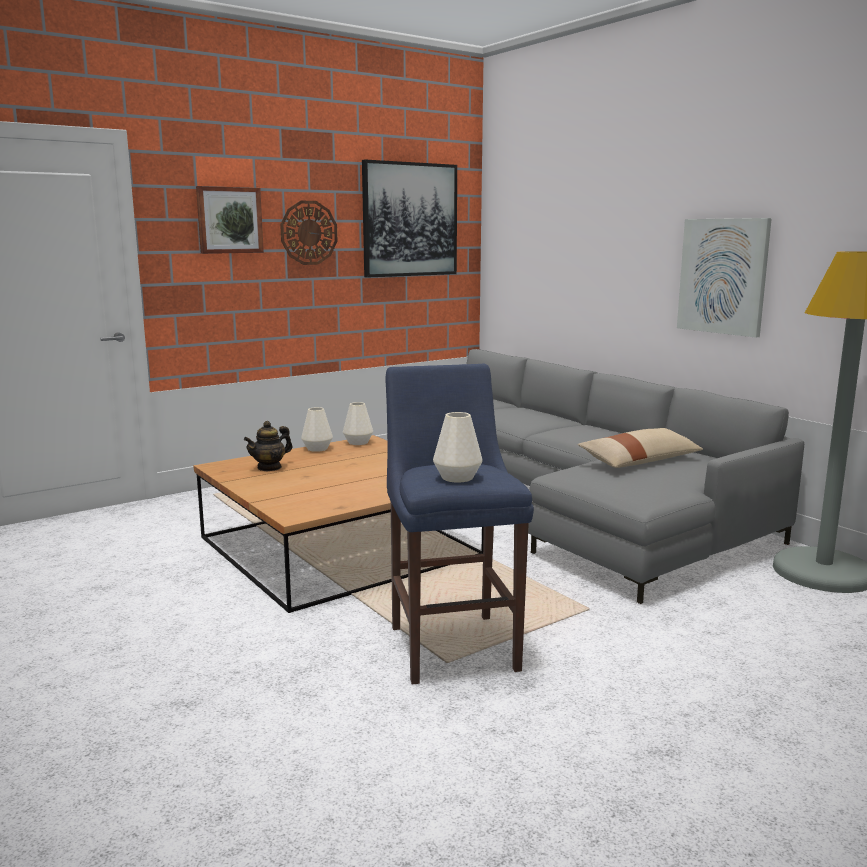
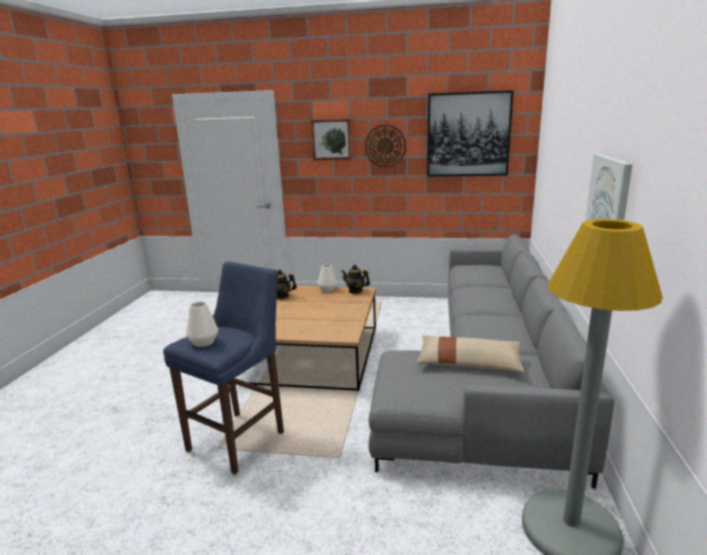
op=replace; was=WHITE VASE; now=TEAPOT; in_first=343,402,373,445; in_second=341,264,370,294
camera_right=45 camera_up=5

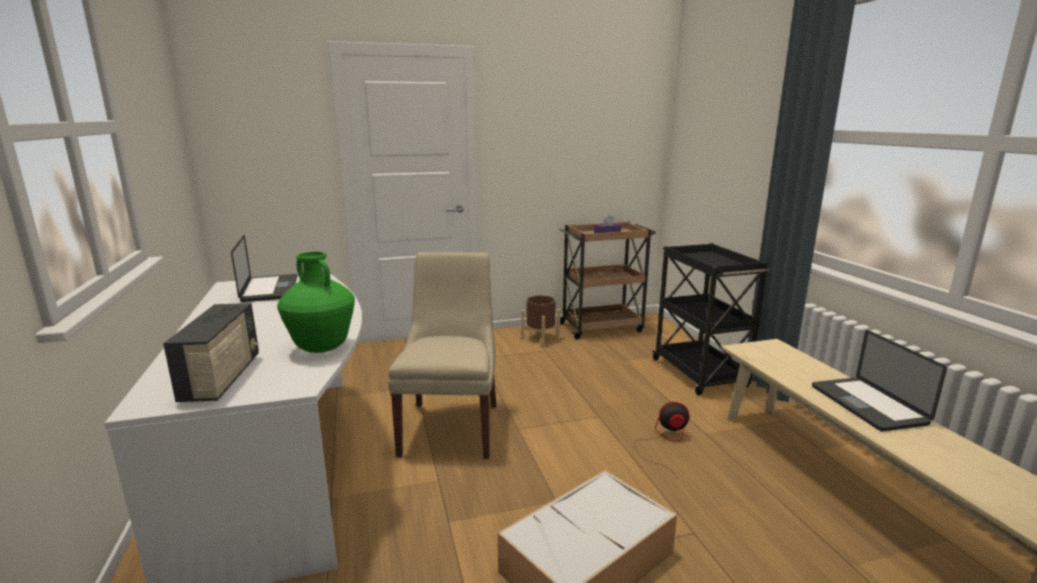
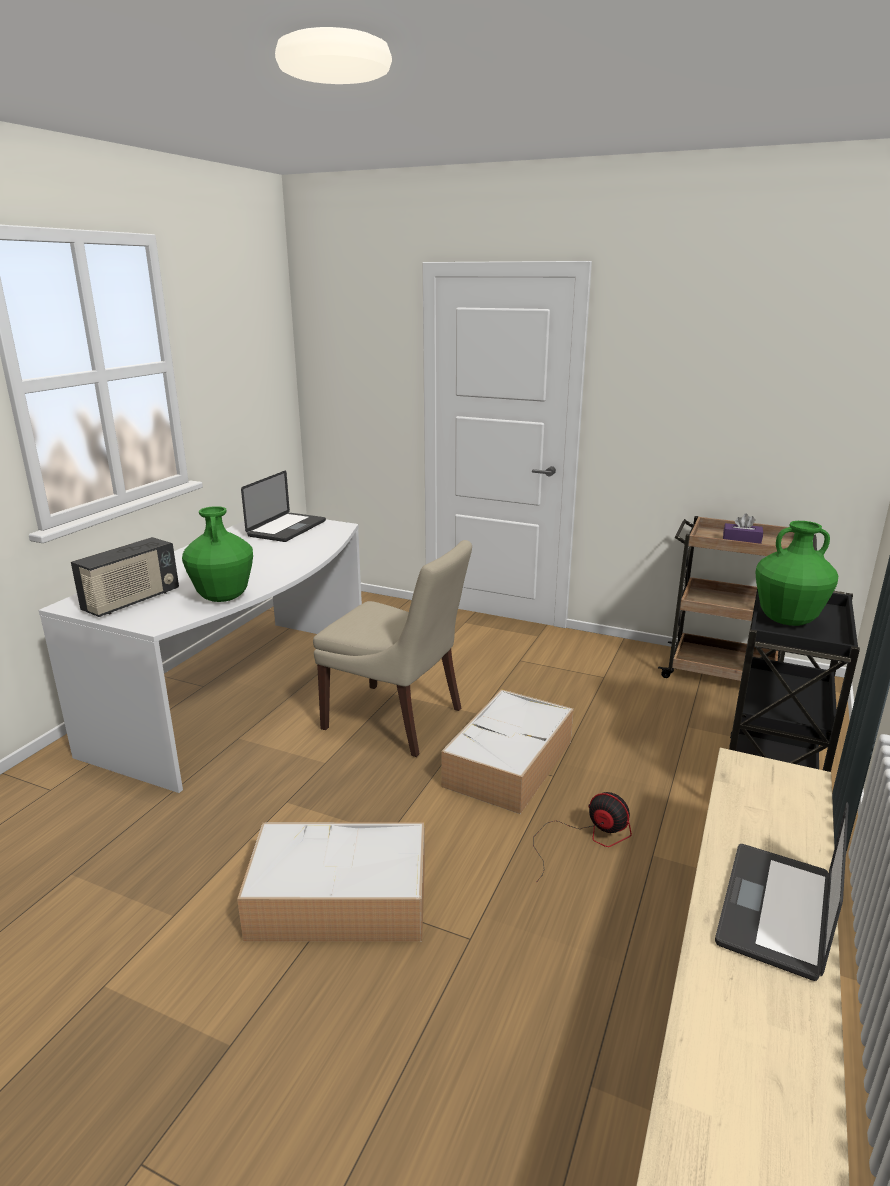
op=delete; was=BROWN PLANTER; in_first=521,295,561,346
op=insert; now=STORAGE BOX; in_second=441,689,573,814
op=insert; now=GREEN VASE; in_second=755,521,838,626
op=rotate; was=BEIGE CHAIR; in_first=388,252,497,459; in_second=313,540,472,757; clockwise=75
camera_right=40 camera_up=5

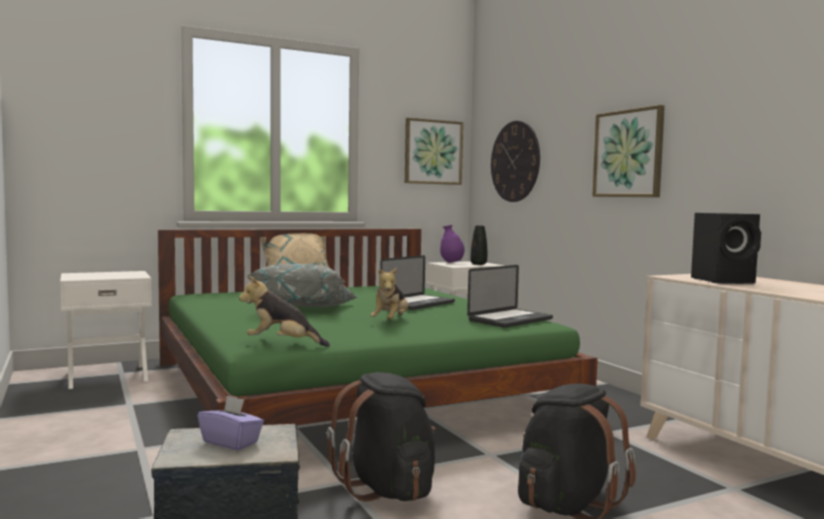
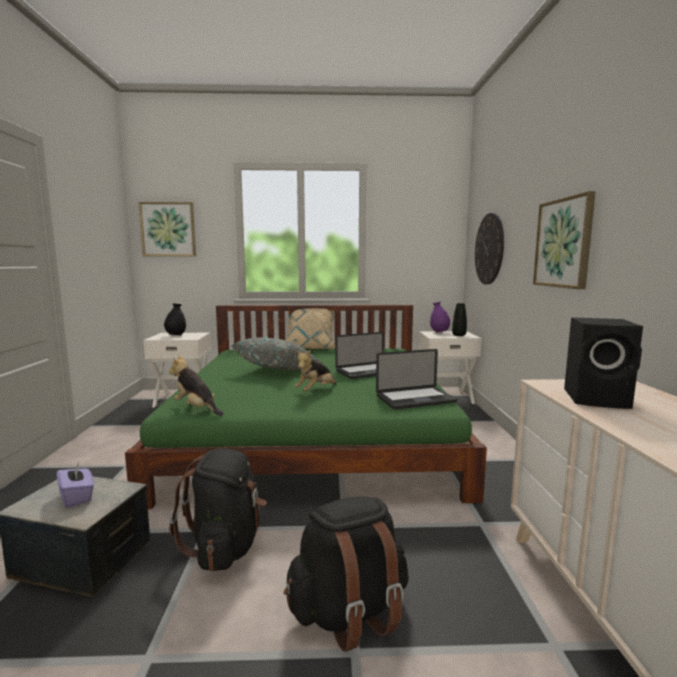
op=insert; now=BLACK VASE; in_second=164,304,186,335
op=move; was=PICTURE; in_first=405,118,463,185; in_second=138,202,196,256
camera_right=25 camera_up=5

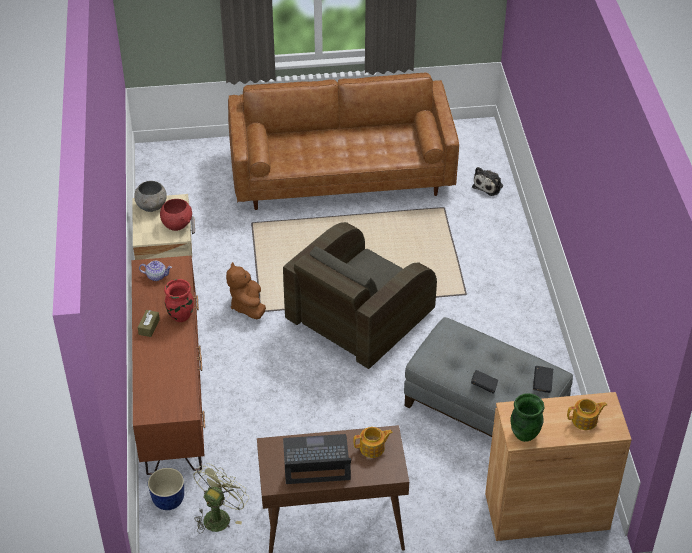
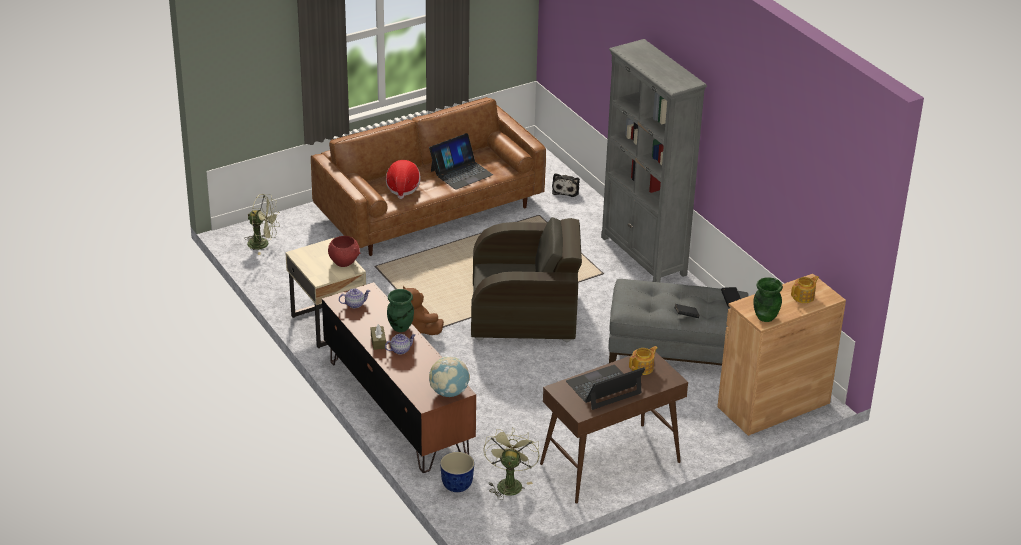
op=delete; was=GREY BOWL; in_first=134,181,167,212
op=insert; now=GREEN FAN; in_second=244,194,280,255
op=insert; now=TEAPOT; in_second=385,334,416,354
op=insert; now=HAT; in_second=386,160,421,199
op=insert; now=LAPTOP; in_second=429,133,493,190
op=insert; now=GLOBE; in_second=429,357,470,397
op=insert; now=GREY BOOKCASE; in_second=601,39,707,282
op=recolor; was=RED VASE; now=GREEN VASE; in_first=164,279,194,322; in_second=387,289,414,332
op=rotate; was=BROWN ARMCHAIR; in_first=283,222,437,369; in_second=471,217,582,342; clockwise=-105
camera_right=-25 camera_up=-10

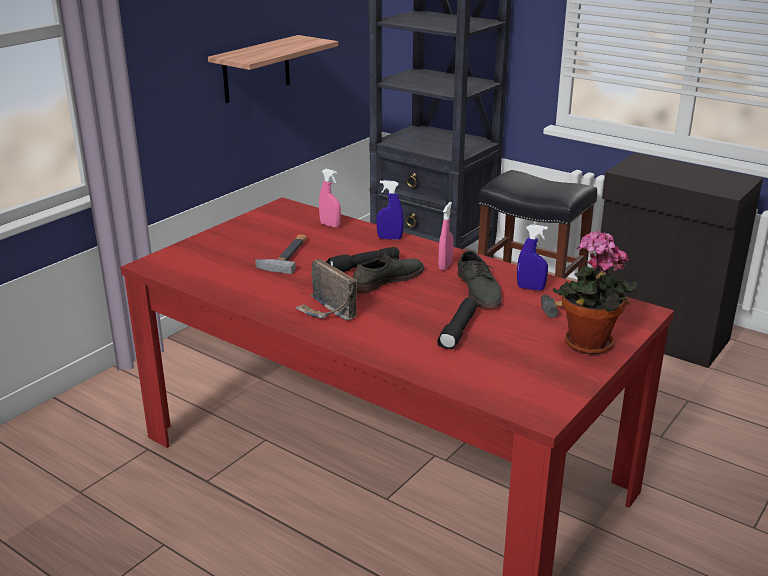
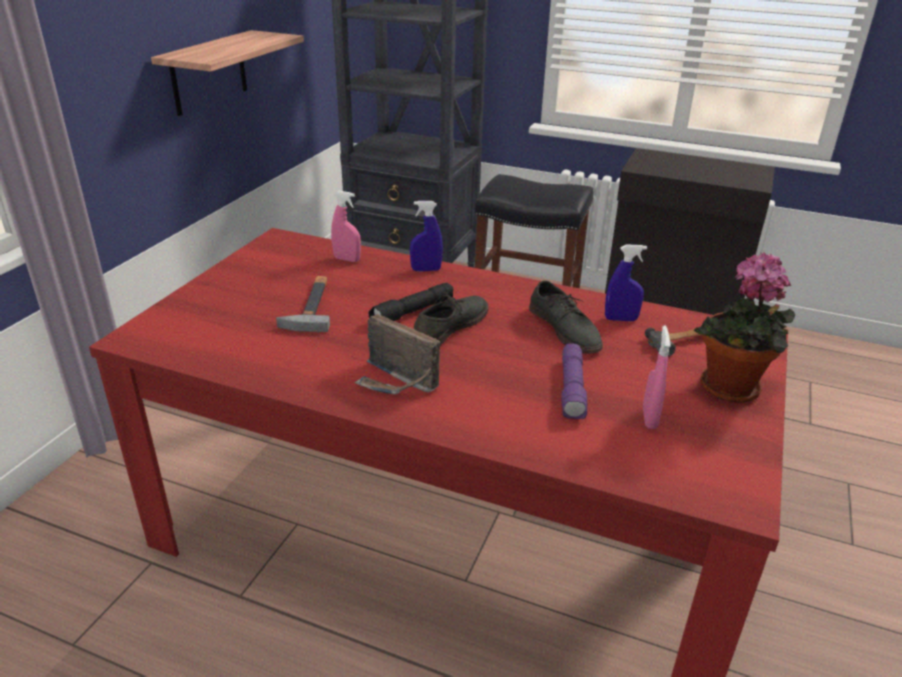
op=move; was=PINK SPRAY BOTTLE; in_first=438,202,453,270; in_second=643,326,670,429
op=recolor; was=BLACK FLASHLIGHT; now=PURPLE FLASHLIGHT; in_first=437,297,477,349; in_second=561,343,587,419
camera_right=-15 camera_up=5

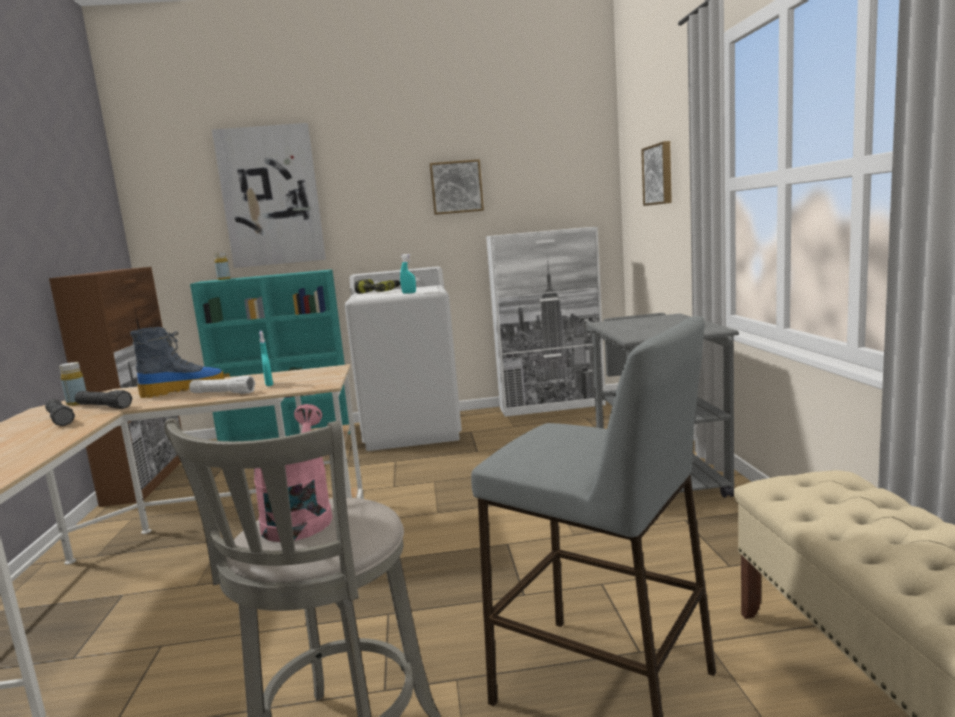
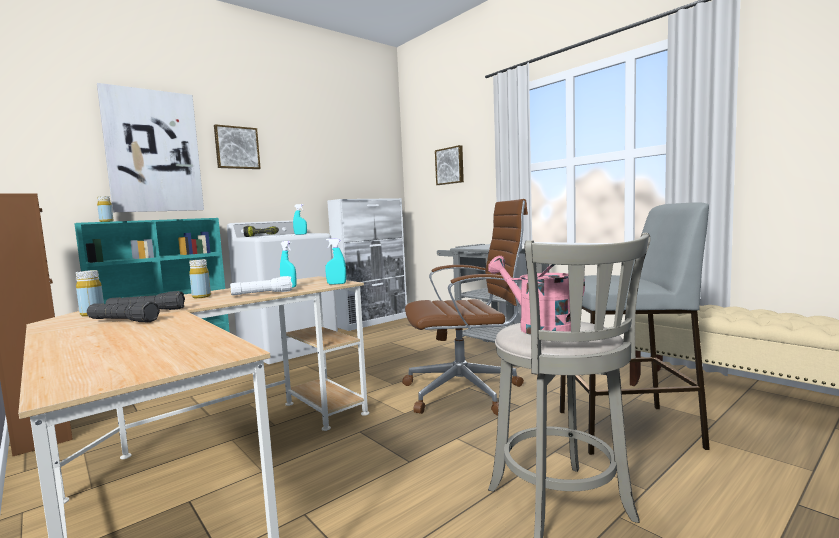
op=insert; now=TURQUOISE SPRAY BOTTLE; in_second=325,238,346,285
op=insert; now=BROWN OFFICE CHAIR; in_second=402,199,528,415
op=move; was=PICTURE; in_first=430,159,484,215; in_second=214,124,261,169
op=replace; was=BOOT; now=YELLOW BOTTLE; in_first=130,327,224,398; in_second=189,259,211,298
camera_right=-35 camera_up=-5

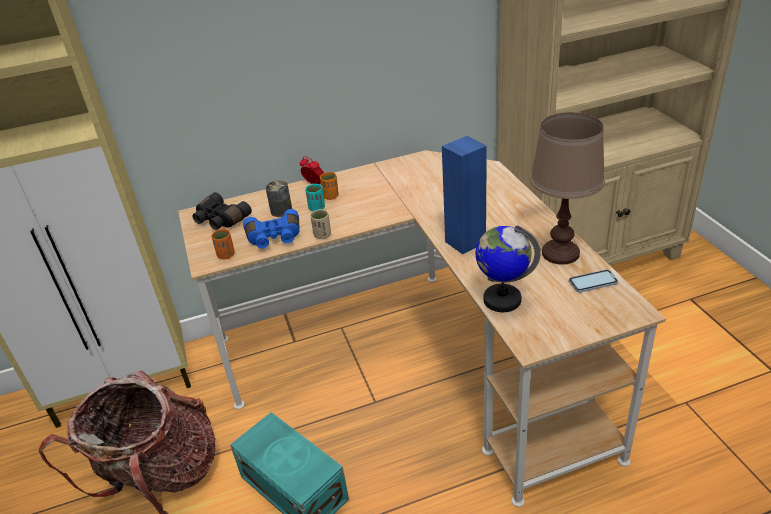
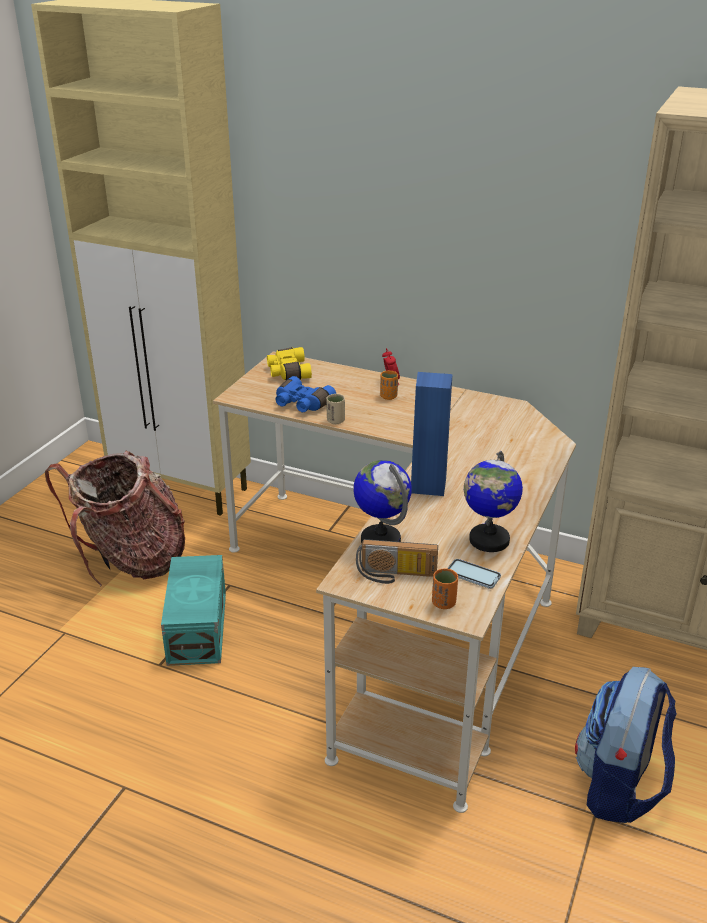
op=delete; was=CAN; in_first=265,180,292,217
op=delete; was=TURQUOISE CUP; in_first=305,184,325,211
op=insert; now=RADIO; in_second=356,539,438,584
op=insert; now=BACKPACK; in_second=575,667,677,823
op=move; was=ORANGE CUP; in_first=211,229,235,259; in_second=432,568,458,609
op=replace; was=BROWN TABLE LAMP; now=GLOBE; in_first=530,112,605,265; in_second=464,451,523,552
op=recolor; was=BLACK BINOCULARS; now=YELLOW BINOCULARS; in_first=192,192,252,230; in_second=267,347,312,380
camera_right=40 camera_up=-5

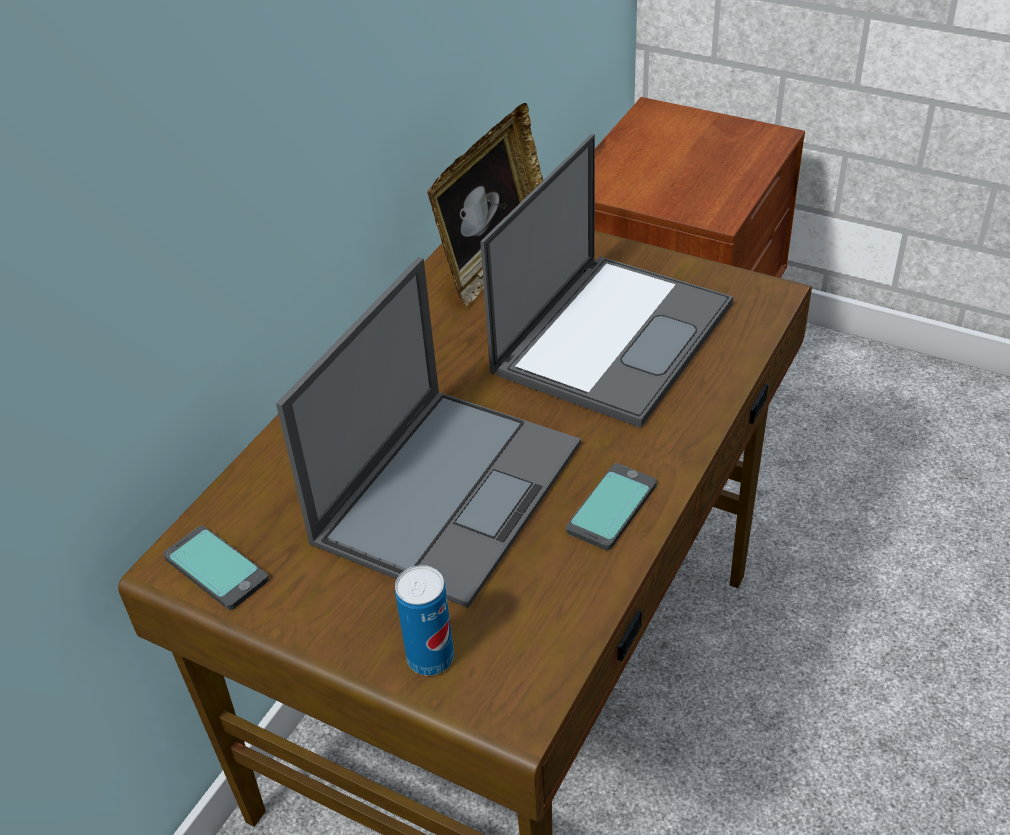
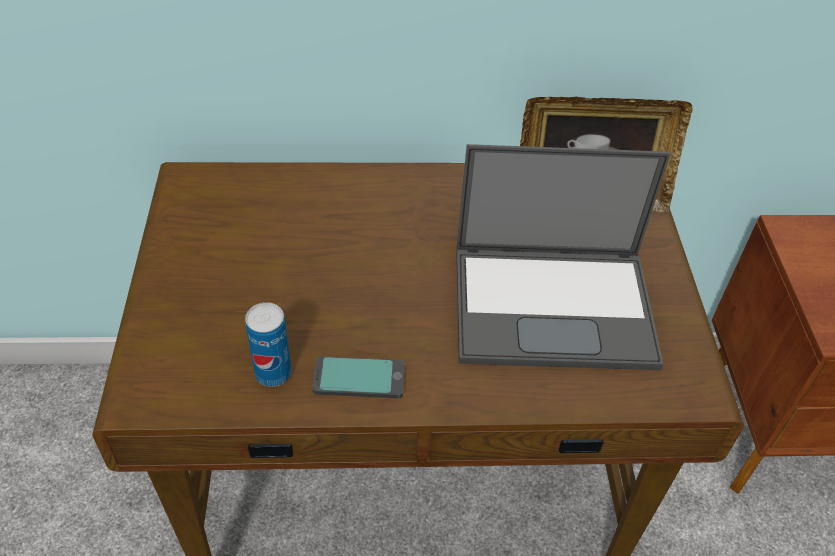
op=delete; was=PHONE; in_first=163,526,269,610
op=delete; was=LAPTOP; in_first=276,257,581,608
op=move; was=CAN; in_first=395,565,454,676; in_second=245,302,292,387
camera_right=55 camera_up=5

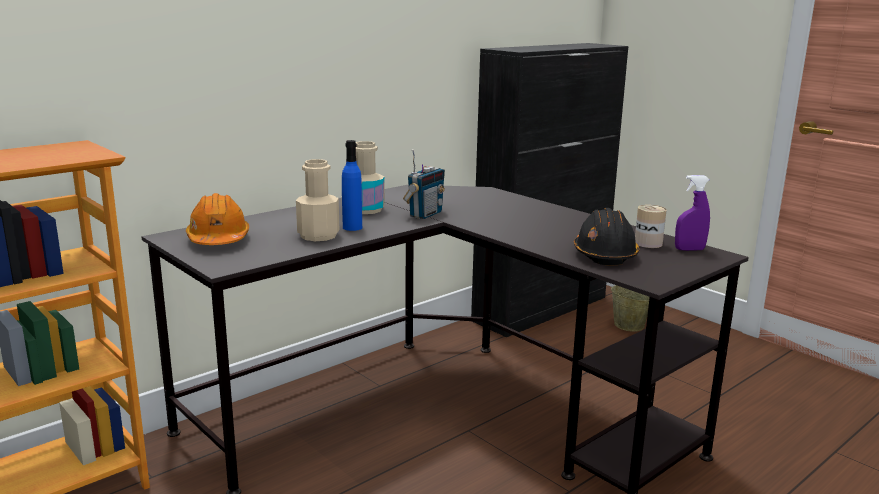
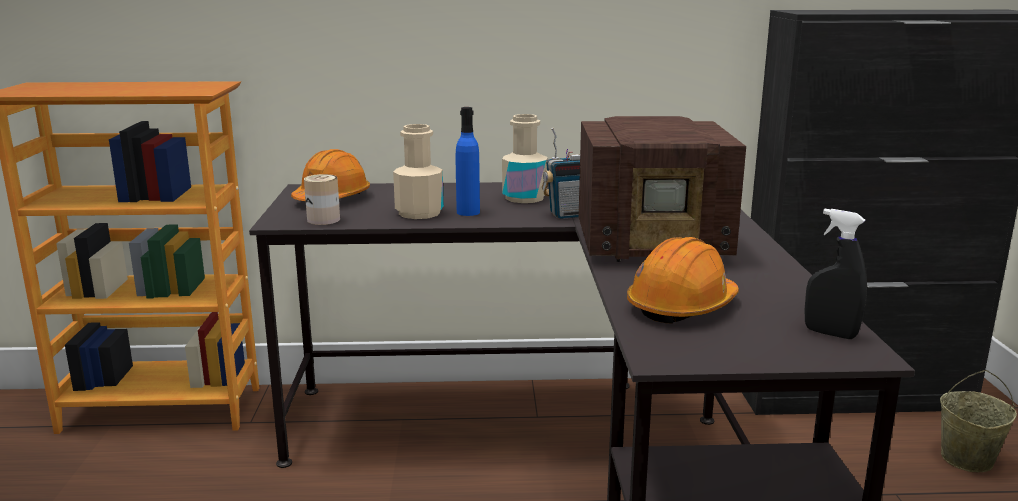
op=insert; now=RADIO; in_second=579,116,746,262
op=move; was=CAN; in_first=635,205,667,248; in_second=304,174,340,225
op=recolor; was=BLACK HARD HAT; now=ORANGE HARD HAT; in_first=574,208,639,266; in_second=627,237,739,324
op=recolor; was=PURPLE SPRAY BOTTLE; now=BLACK SPRAY BOTTLE; in_first=675,175,710,251; in_second=804,208,867,339
camera_right=40 camera_up=0

